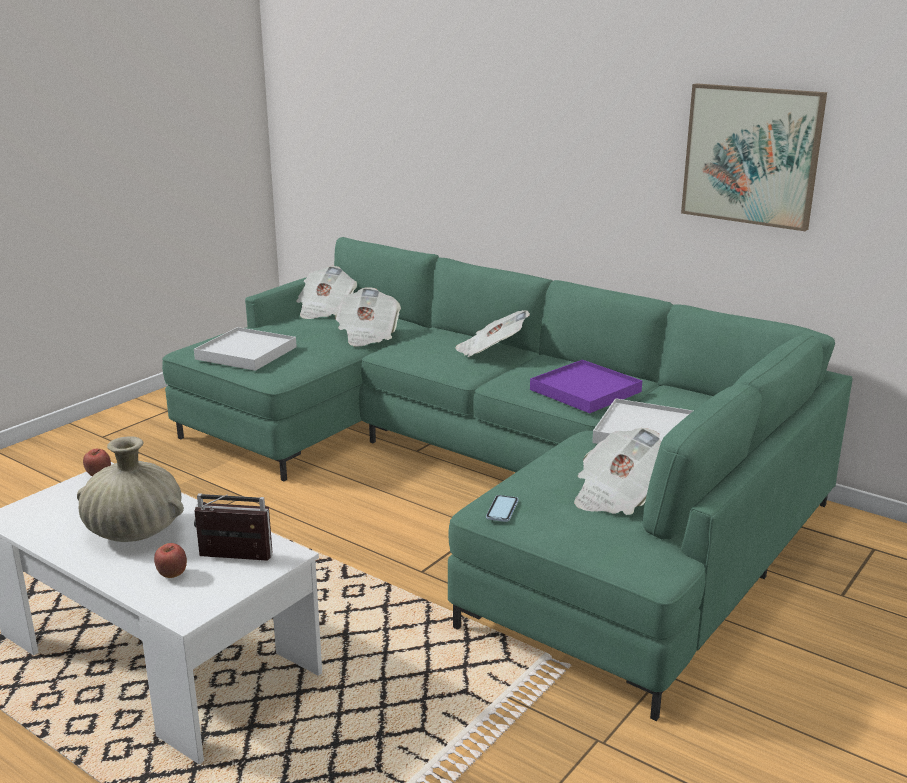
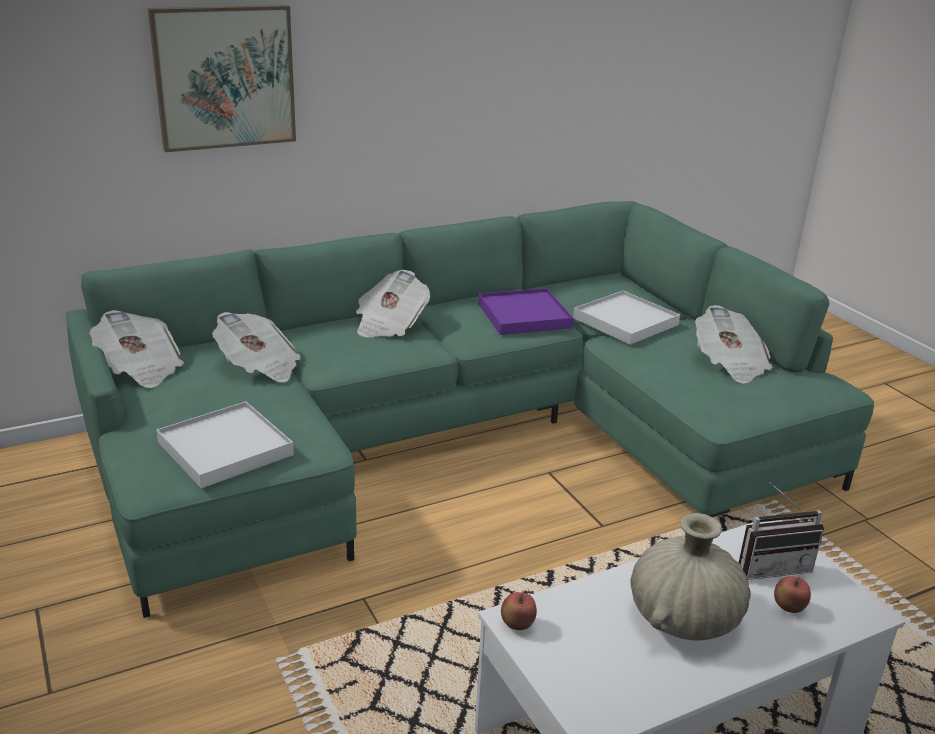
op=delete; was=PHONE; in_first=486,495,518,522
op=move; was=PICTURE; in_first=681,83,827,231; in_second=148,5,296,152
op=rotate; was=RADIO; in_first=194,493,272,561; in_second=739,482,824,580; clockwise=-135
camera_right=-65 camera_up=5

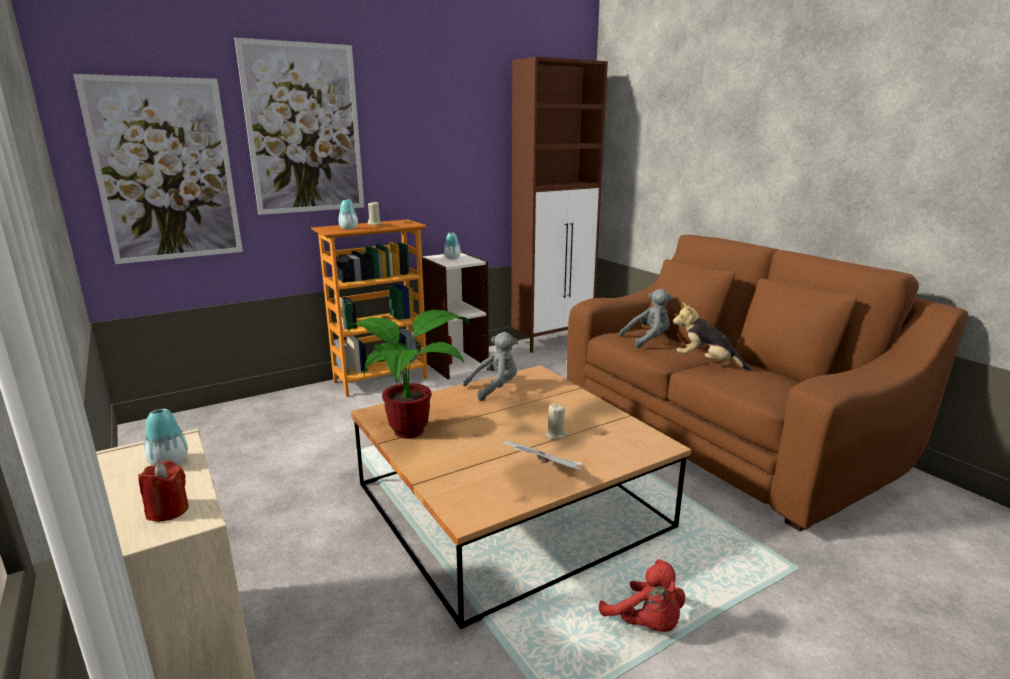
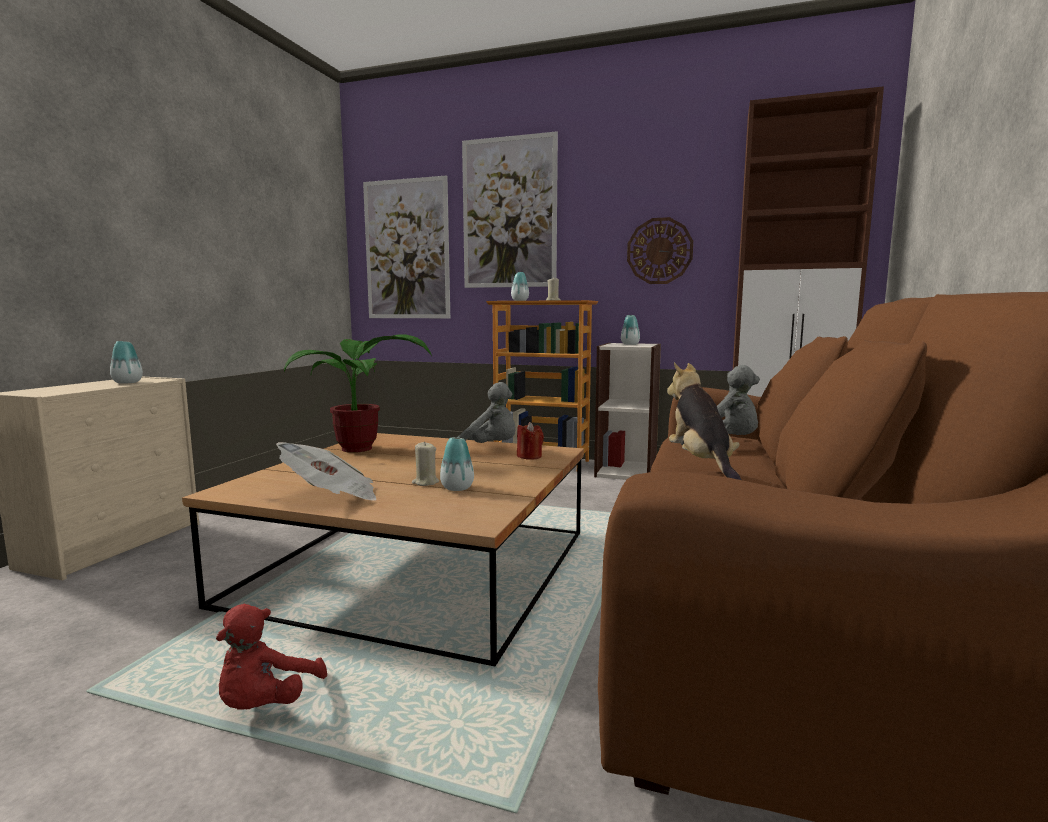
op=insert; now=VASE; in_second=440,437,474,491
op=insert; now=WALL CLOCK; in_second=627,217,693,284
op=move; was=RED CANDLE; in_first=138,460,189,522; in_second=517,422,544,460
camera_right=50 camera_up=-10

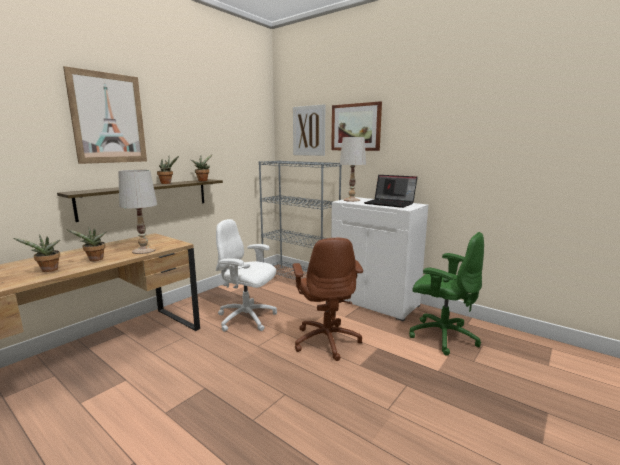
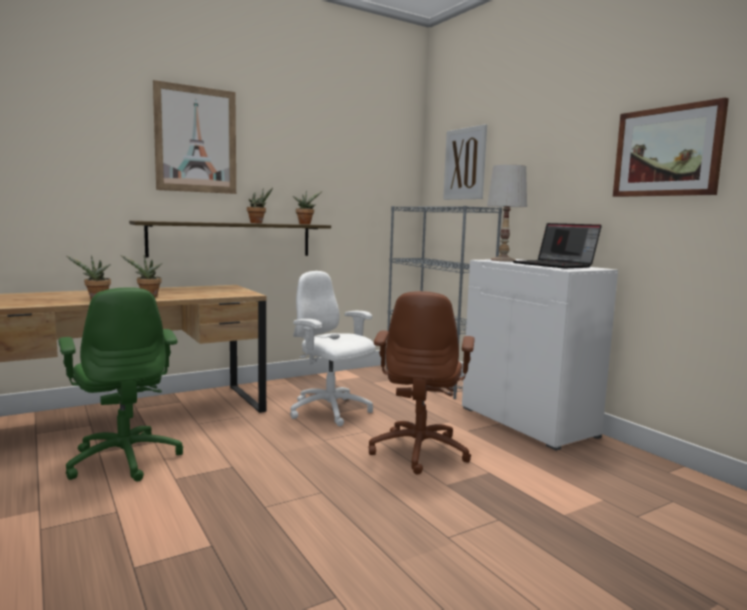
op=delete; was=WHITE TABLE LAMP; in_first=118,170,157,254
op=move; was=PICTURE; in_first=331,101,382,151; in_second=613,98,729,197
op=move; was=GREEN OFFICE CHAIR; in_first=409,232,484,356; in_second=58,287,183,481
camera_right=20 camera_up=-5

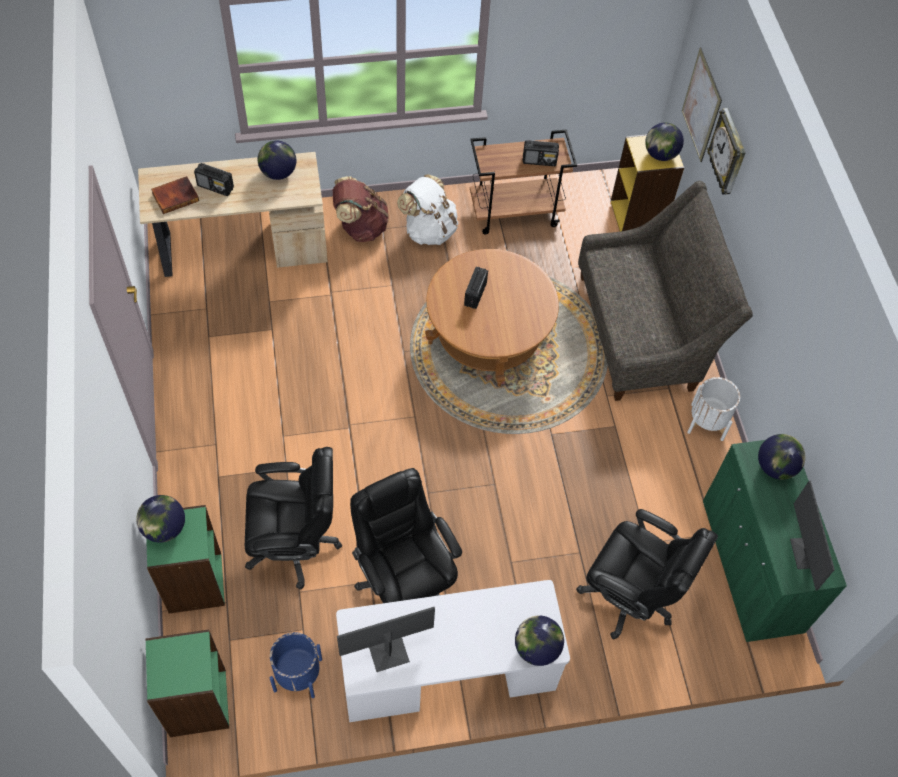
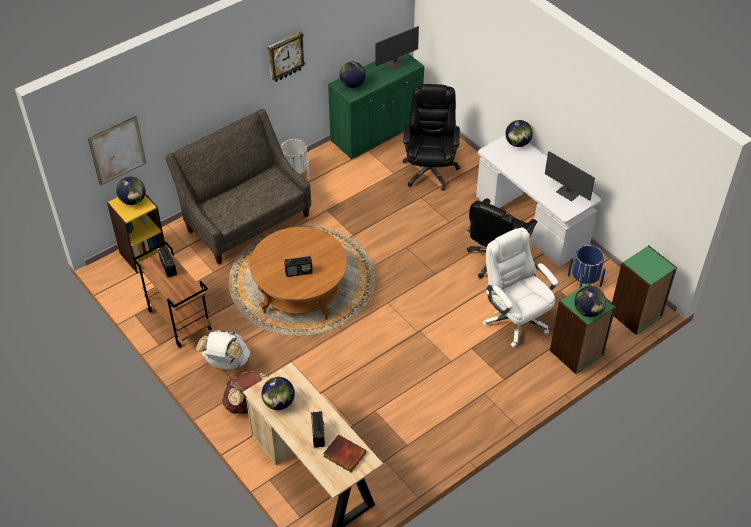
op=move; was=WALL CLOCK; in_first=707,108,746,195; in_second=268,31,305,82
op=recolor; was=BLACK OFFICE CHAIR; now=WHITE OFFICE CHAIR; in_first=245,447,342,590; in_second=483,227,558,348
camera_right=-115 camera_up=-10

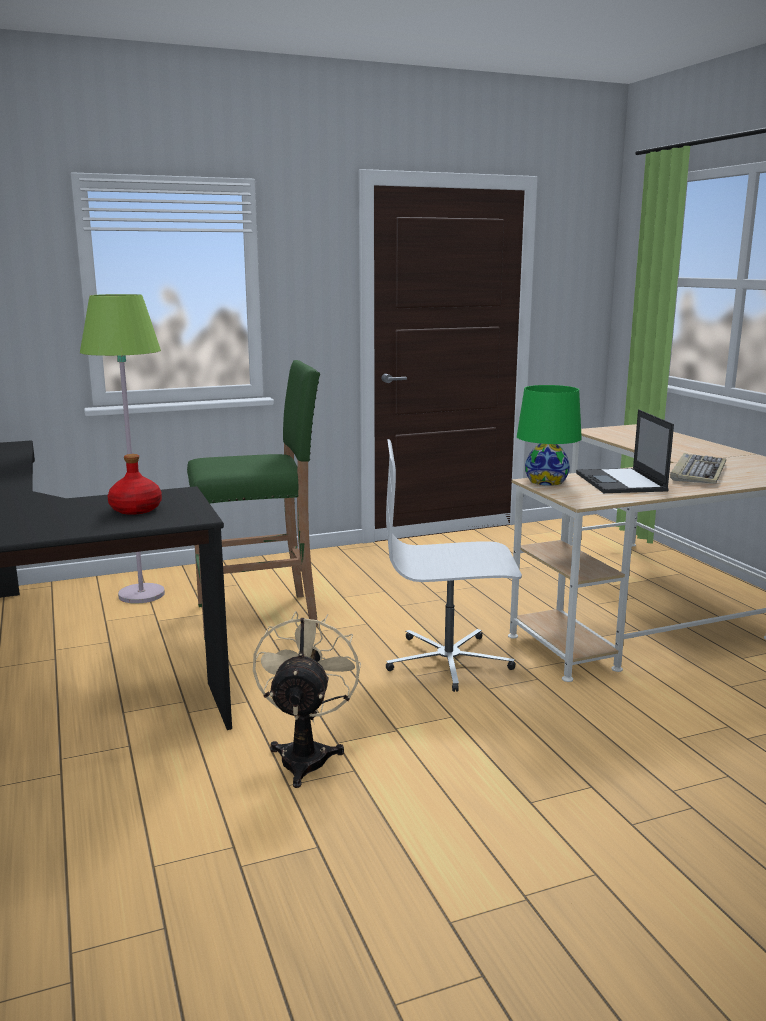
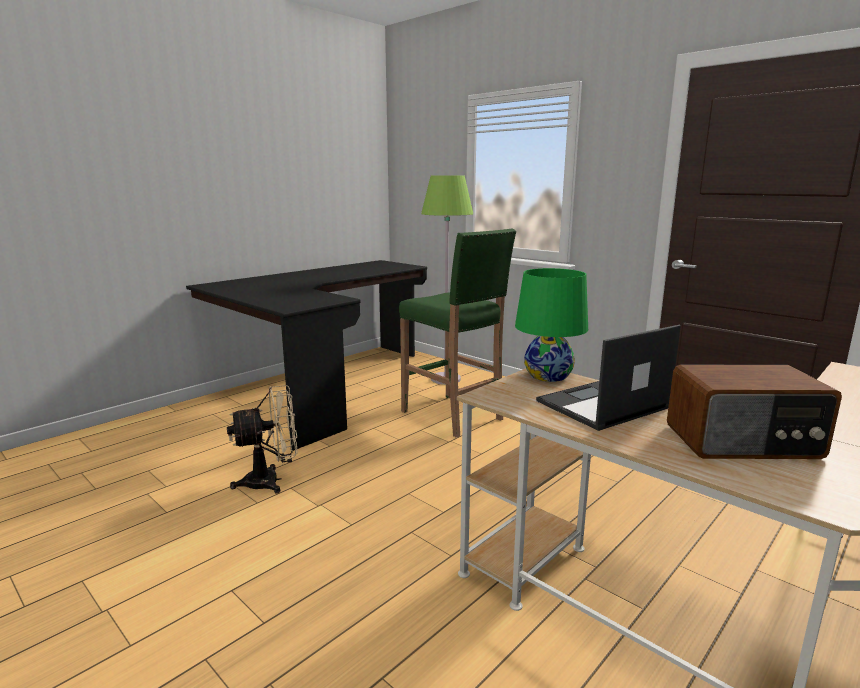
op=delete; was=RED BOTTLE; in_first=107,454,162,515
op=delete; was=WHITE OFFICE CHAIR; in_first=386,439,522,692
op=replace; was=KEYBOARD; now=RADIO; in_first=670,453,726,483; in_second=667,364,842,459
camera_right=65 camera_up=0

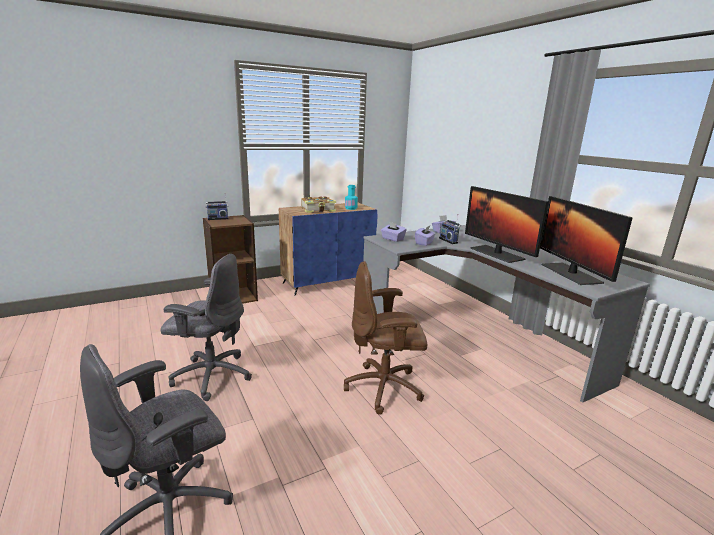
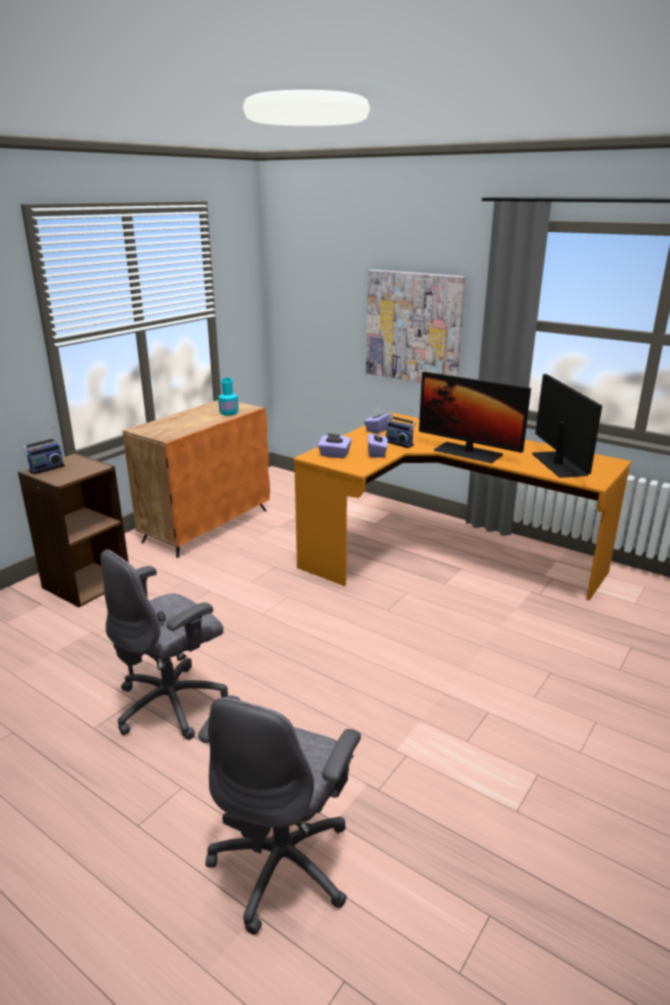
op=delete; was=BOOK; in_first=301,196,336,213
op=delete; was=BROWN OFFICE CHAIR; in_first=344,261,427,415
op=insert; now=PICTURE; in_second=366,270,466,383
op=recolor; was=BLUE CABINET; now=ORANGE CABINET; in_first=279,203,377,296; in_second=123,400,270,558
op=recolor; was=GREY DESK; now=ORANGE DESK; in_first=363,225,650,402; in_second=293,413,632,600
op=rotate; was=GREY OFFICE CHAIR; in_first=161,254,252,401; in_second=101,549,228,740; clockwise=150
op=rotate; was=MONITOR; in_first=540,196,632,285; in_second=532,374,602,478; clockwise=-150
camera_right=-25 camera_up=5

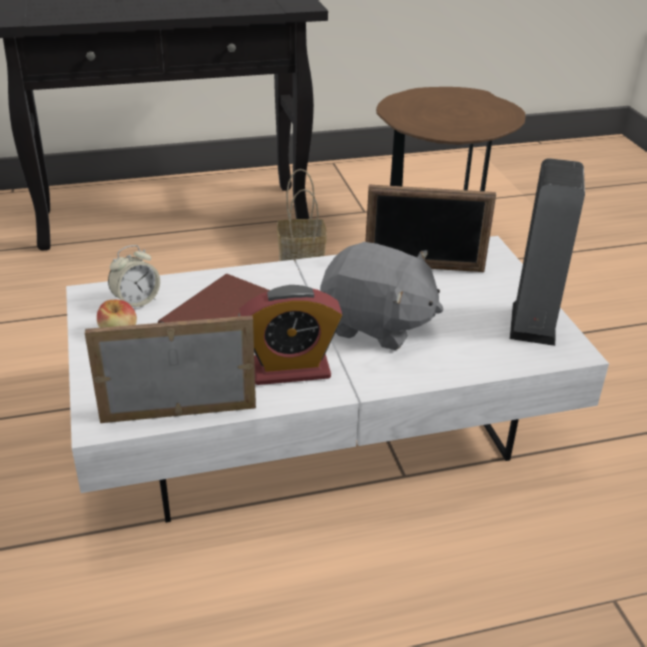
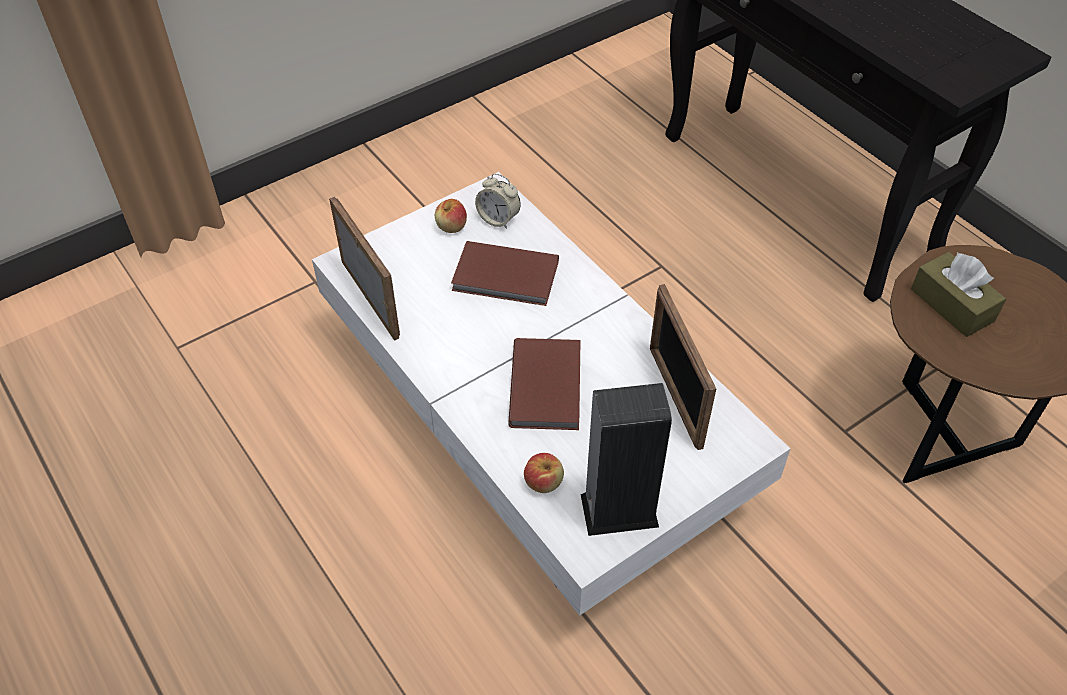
op=delete; was=ALARM CLOCK; in_first=239,285,343,385
op=delete; was=BASKET; in_first=277,169,327,264
op=insert; now=APPLE; in_second=524,453,564,493
op=insert; now=BROWN TISSUE BOX; in_second=911,252,1006,337
op=replace; was=GREY PLUSH TOY; now=BROWN BOOK; in_first=320,242,444,350; in_second=508,338,581,430
camera_right=70 camera_up=15

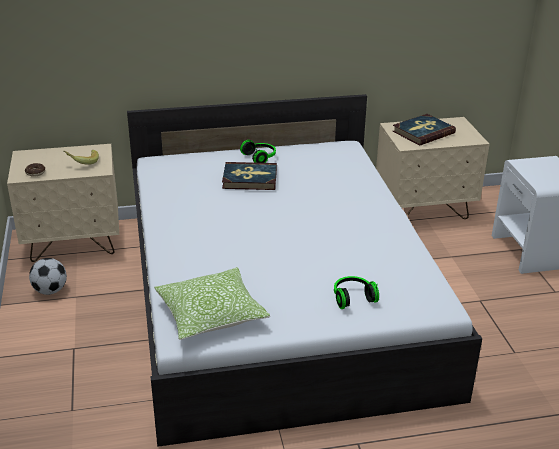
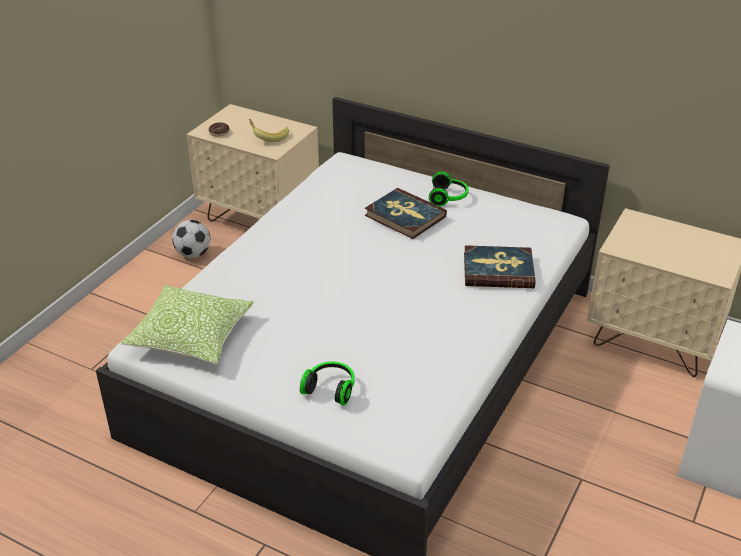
op=move; was=BOOK; in_first=392,114,456,146; in_second=464,245,535,288
camera_right=40 camera_up=5

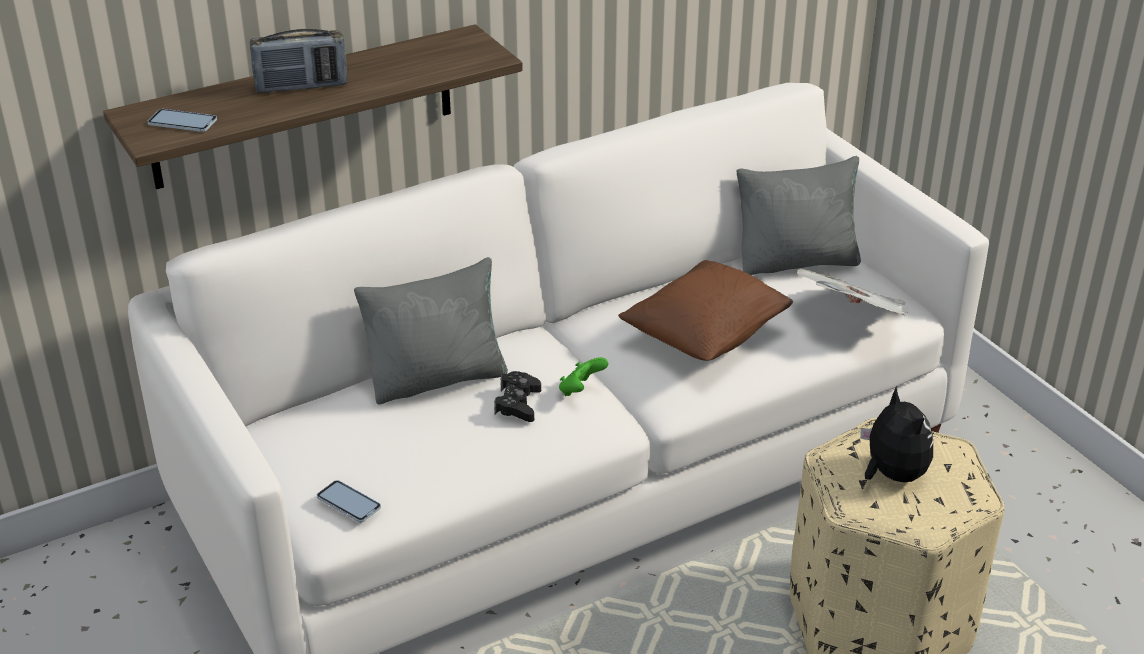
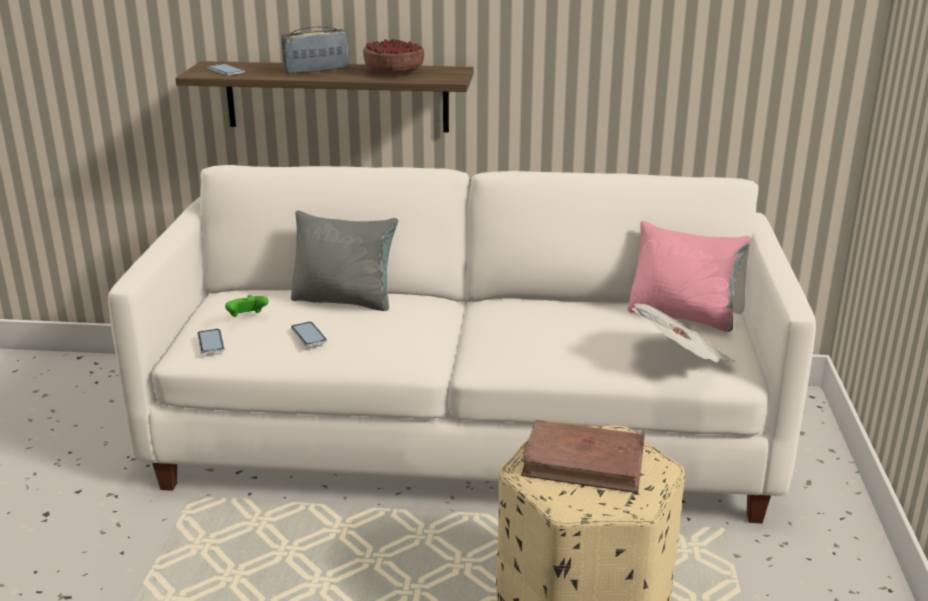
op=delete; was=BLACK GAME CONTROLLER; in_first=494,371,541,422
op=delete; was=BROWN PILLOW; in_first=618,260,793,361
op=insert; now=PHONE; in_second=291,322,327,346
op=insert; now=BOWL; in_second=363,39,424,74
op=move; was=GREEN GAME CONTROLLER; in_first=559,357,608,396; in_second=225,295,268,317
op=replace; was=PLUSH TOY; now=BROWN BOOK; in_first=860,387,933,482; in_second=521,420,645,493
op=recolor; was=GREY PILLOW; now=PINK PILLOW; in_first=737,156,861,275; in_second=627,221,751,332
op=rotate; was=RADIO; in_first=250,29,347,93; in_second=281,27,348,74; clockwise=135
camera_right=35 camera_up=-10

